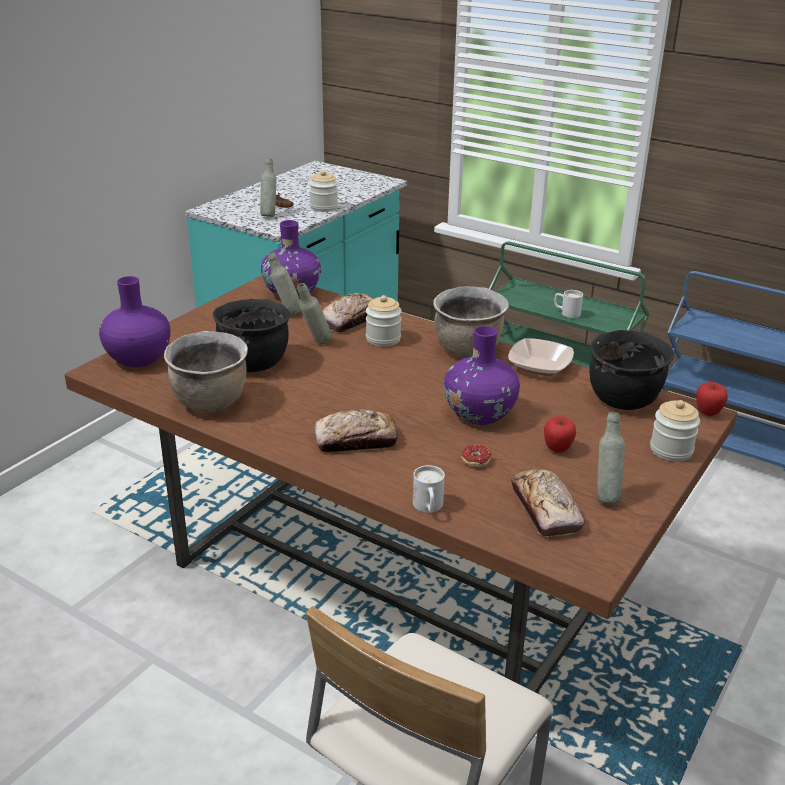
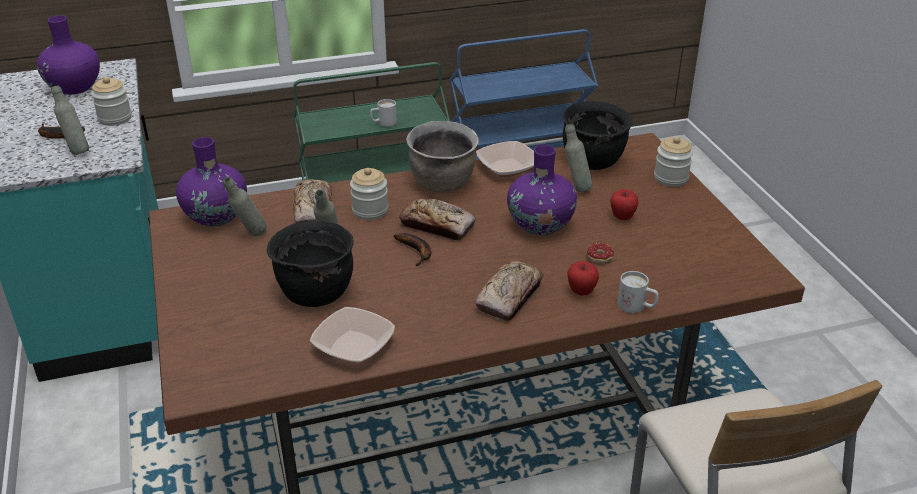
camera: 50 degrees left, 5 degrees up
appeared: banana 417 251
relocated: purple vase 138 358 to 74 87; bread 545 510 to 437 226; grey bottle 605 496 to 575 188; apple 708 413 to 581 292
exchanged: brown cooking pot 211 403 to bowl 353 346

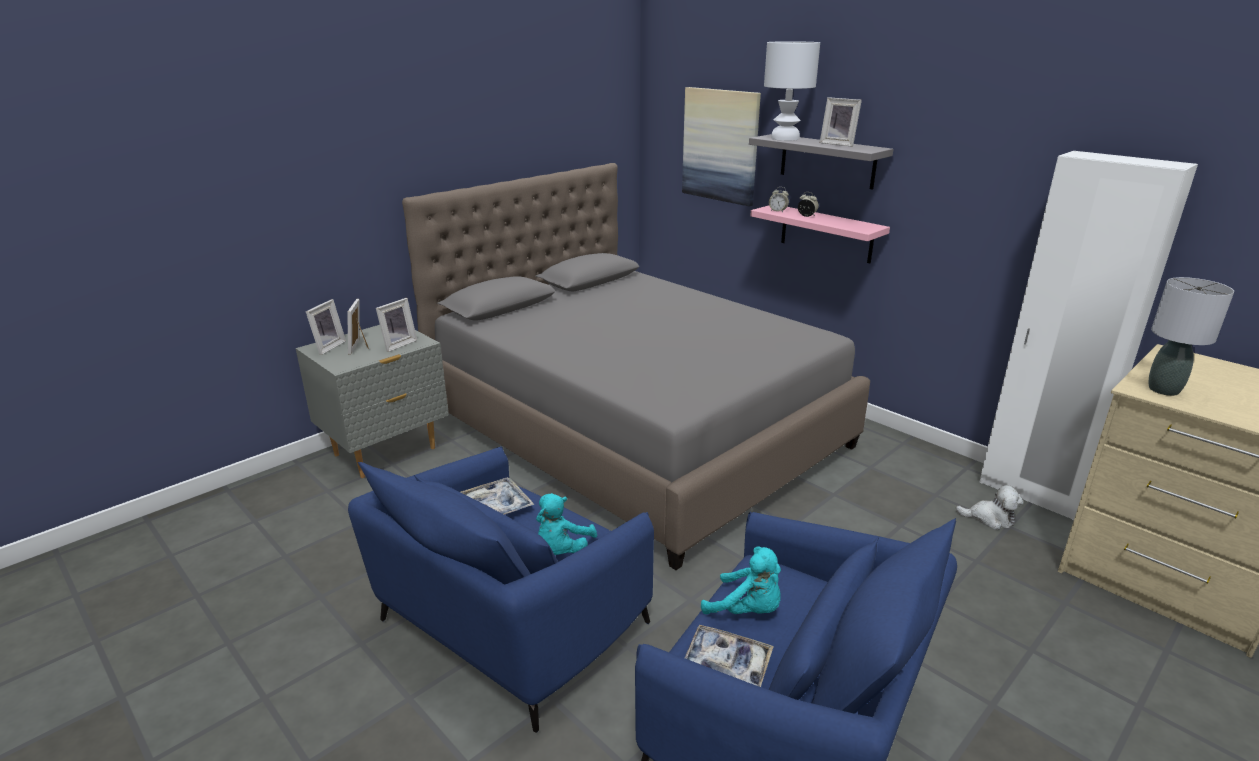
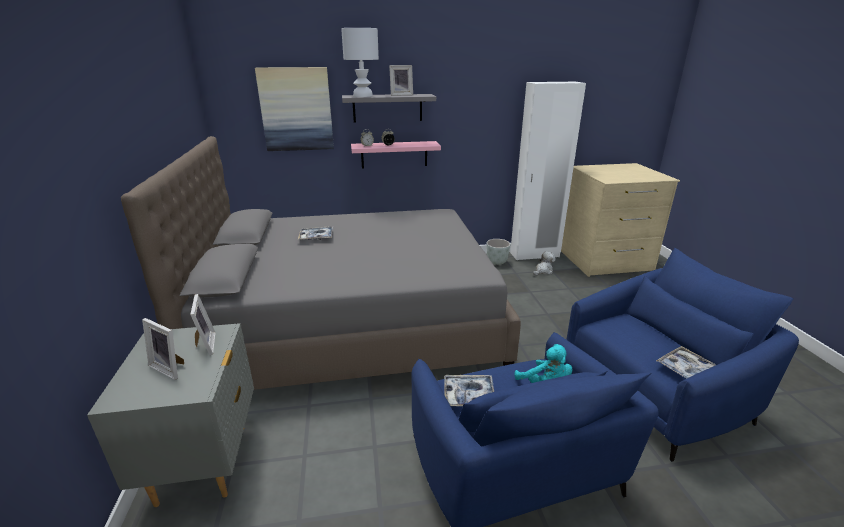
camera: 55 degrees left, 0 degrees up
missing: picture frame 327 347; turquoise plush toy 747 610; grey table lamp 1164 390
appeared: tray 316 237; grey planter 496 262

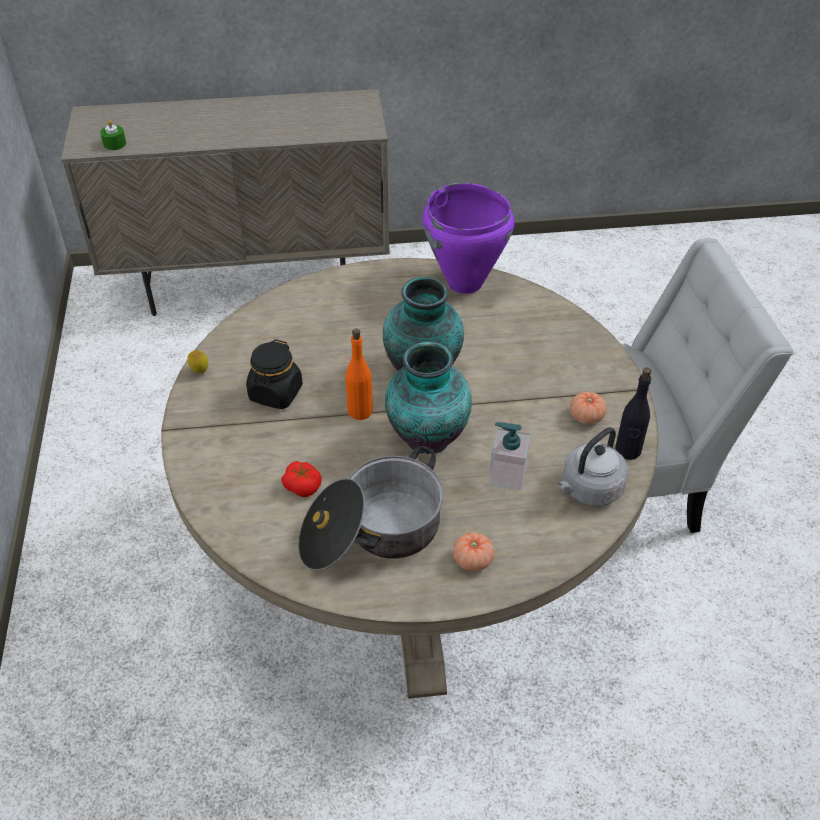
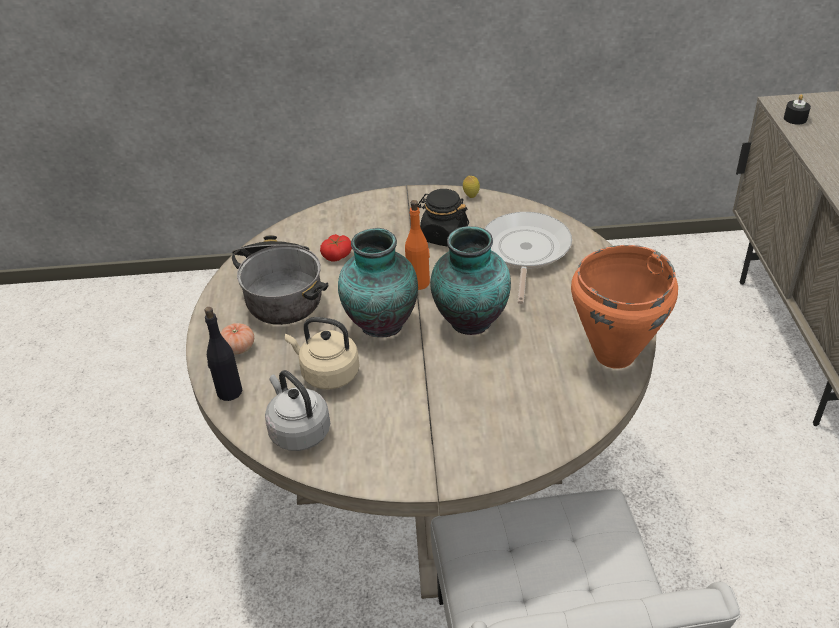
camera: 95 degrees right, 5 degrees down
missing: tomato 586 417
appeared: frying pan 525 251
relocated: black bottle 628 450 to 229 391
exchanged: soap dispenser 507 475 to beige kettle 327 374
colour: green candle 114 144 to black candle 795 118; purple cooking pot 465 283 to orange cooking pot 613 354

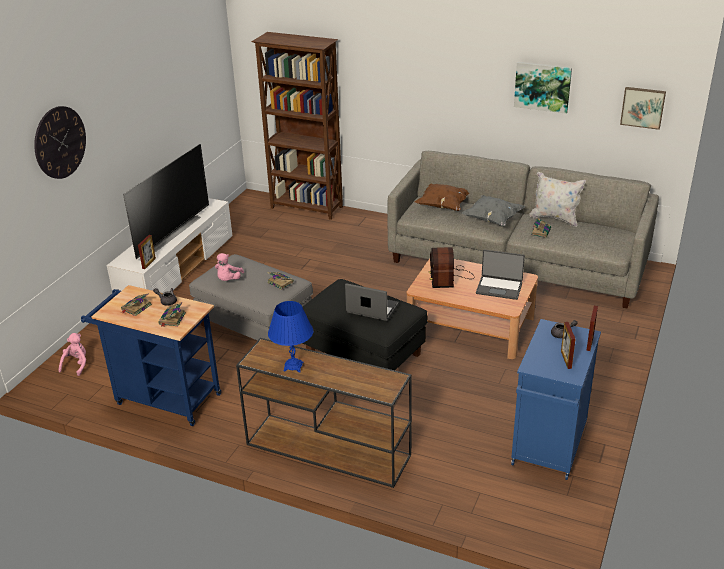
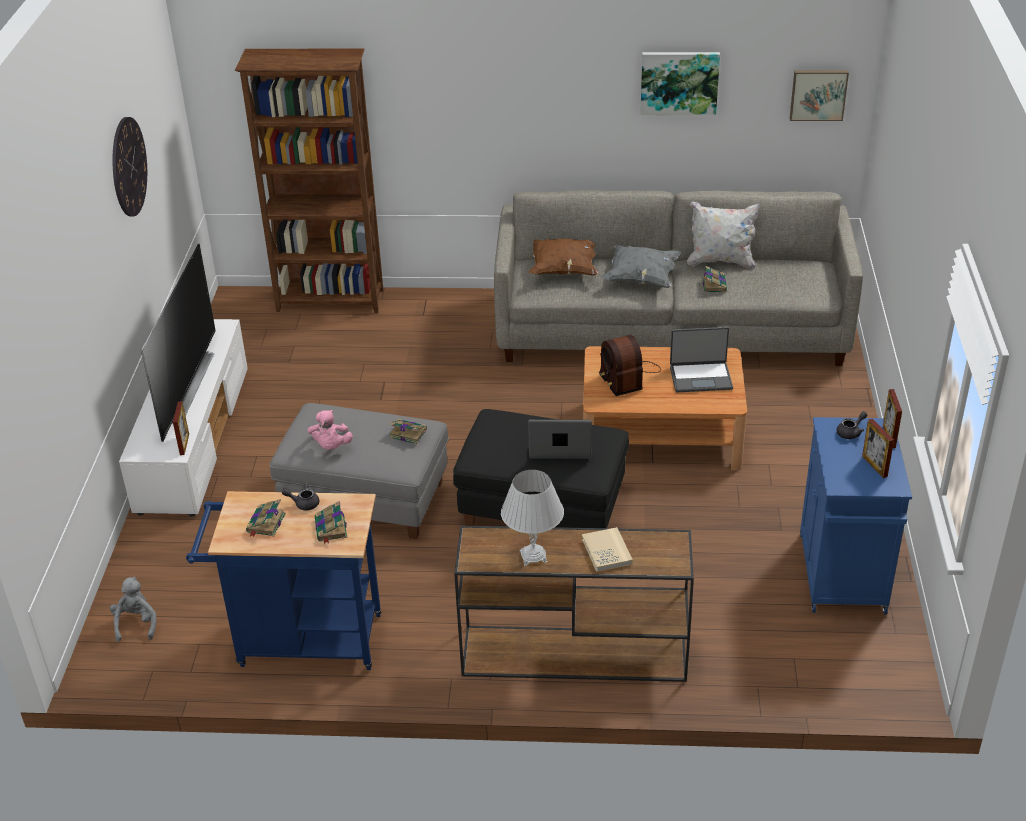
camera: 20 degrees left, 5 degrees up
appeared: beige book 606 551
relocated: wall clock 60 142 to 128 167
colour: pink plush toy 76 365 to grey plush toy 136 624; blue table lamp 293 366 to white table lamp 533 556

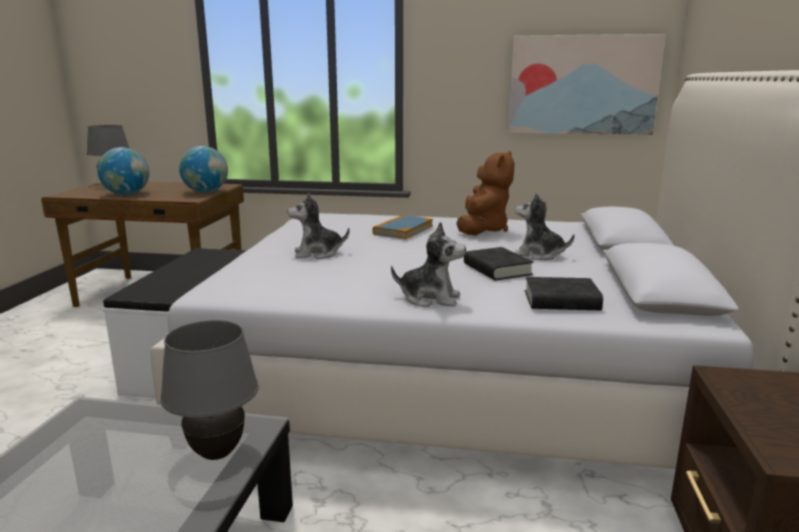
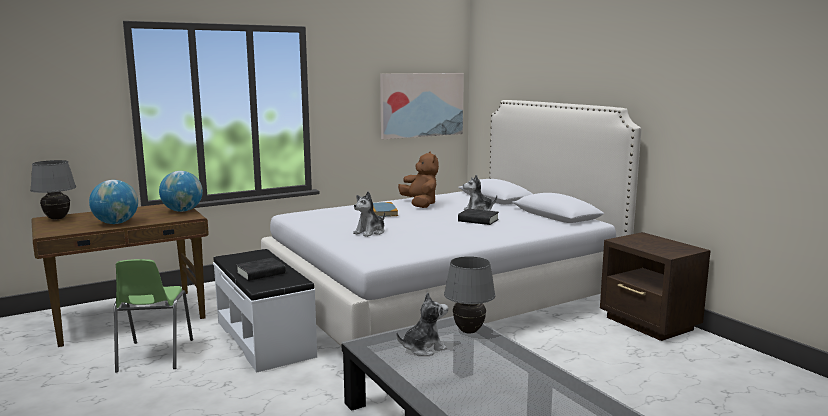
camera: 40 degrees left, 5 degrees down
appeared: green chair 154 356
relocated: plush toy 430 298 to 423 348; black book 561 301 to 261 273

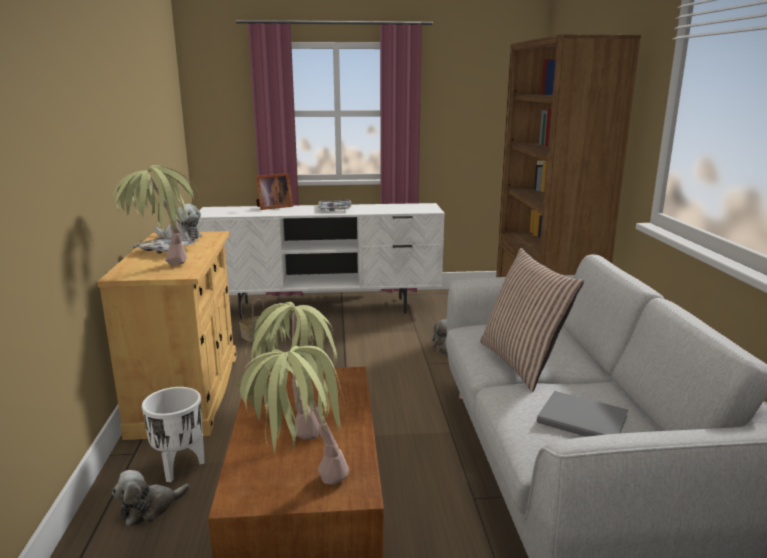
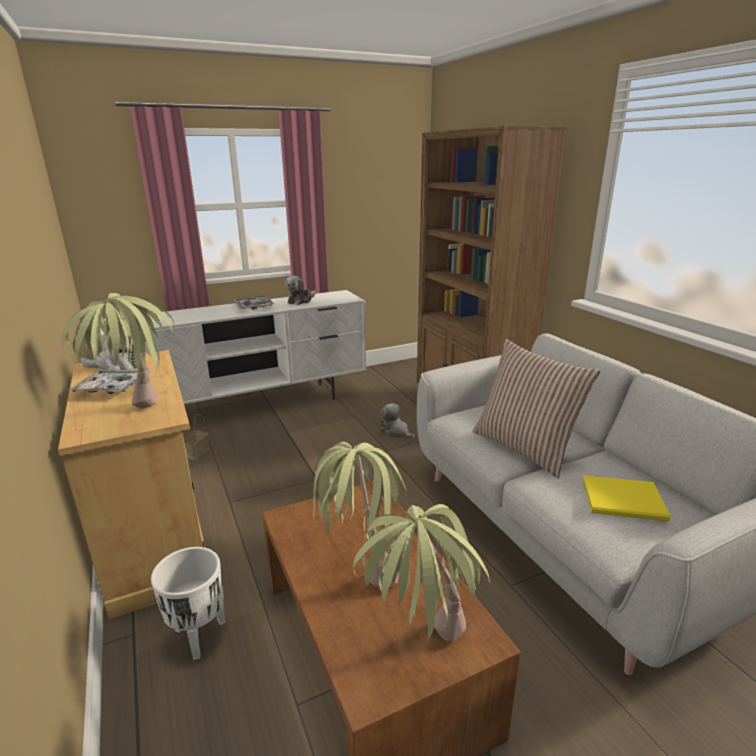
camera: 20 degrees left, 5 degrees up
missing: picture frame 273 207
relocated: plush toy 150 508 to 300 301
colour: grey book 584 421 to yellow book 625 501

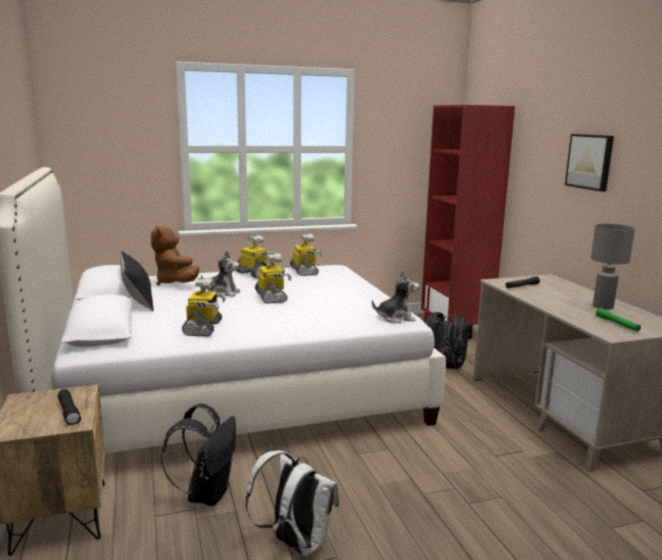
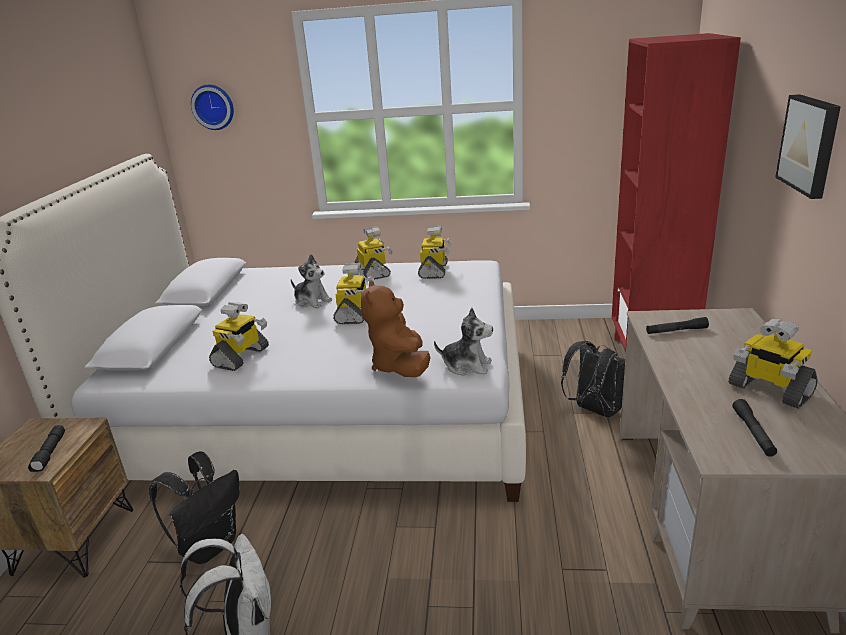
camera: 25 degrees right, 10 degrees up
missing: black pillow 137 298
appeared: wall clock 213 107
relocated: brown plush toy 175 283 to 400 366
exchanged: grey table lamp 603 306 to toy robot 769 390
colour: green flashlight 617 324 to black flashlight 753 433

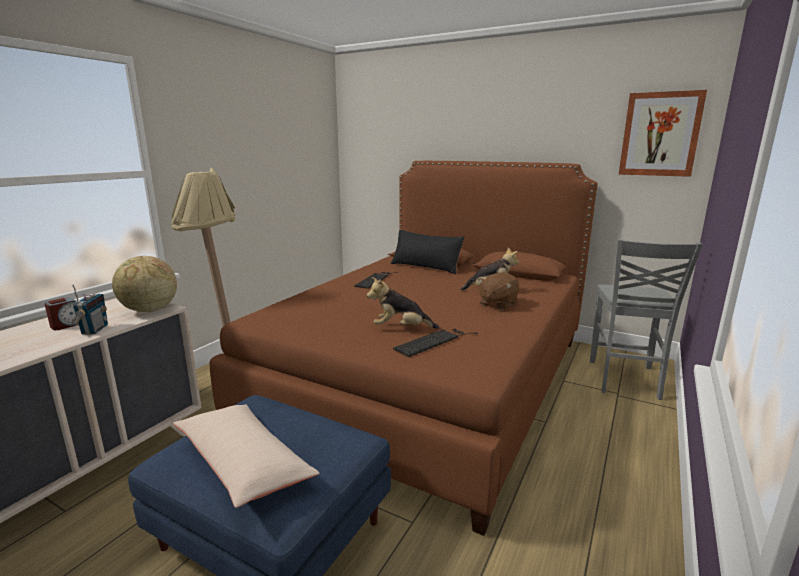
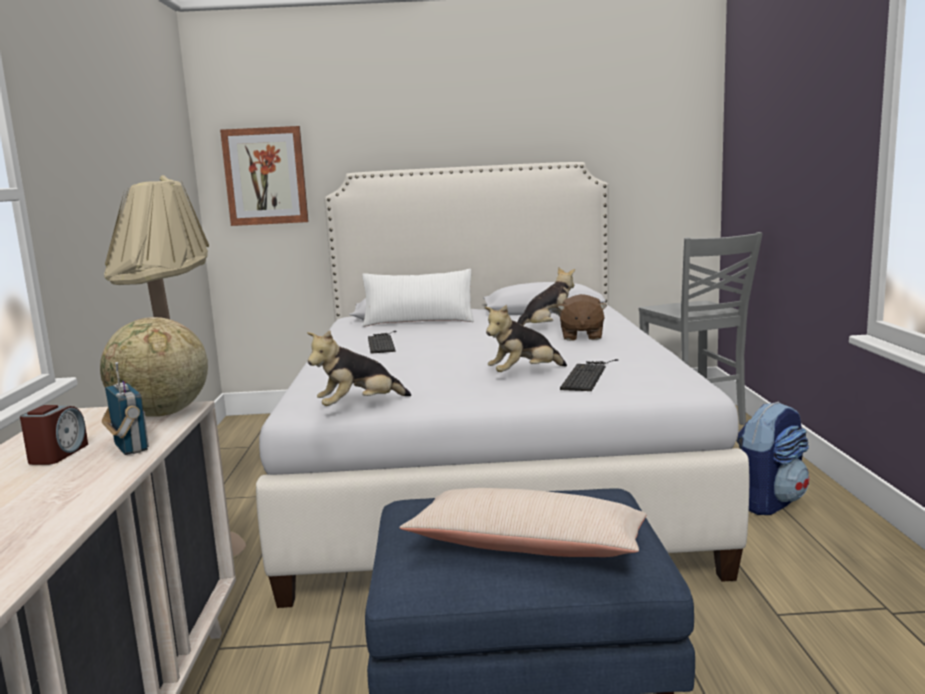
camera: 30 degrees left, 5 degrees down
appeared: plush toy 359 407; backpack 769 502
relocated: picture 660 134 to 265 176
colour: brown bed 428 378 to white bed 486 472; black pillow 426 267 to white pillow 419 322

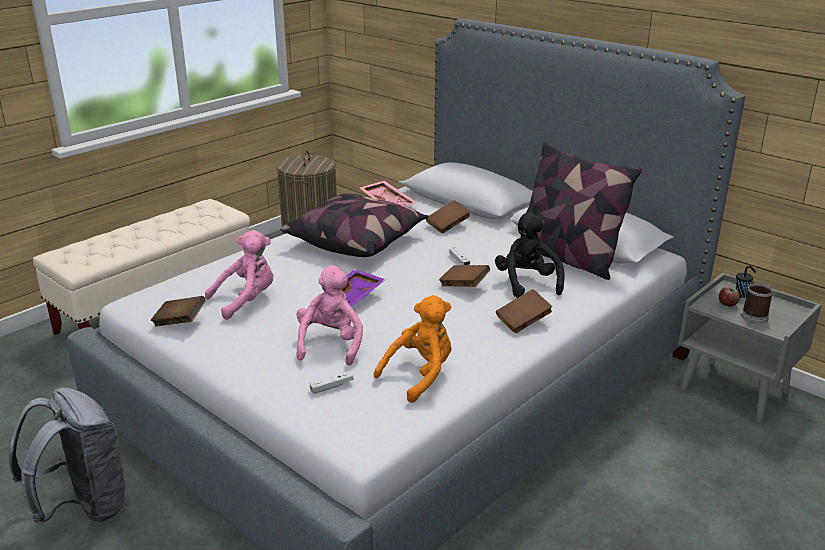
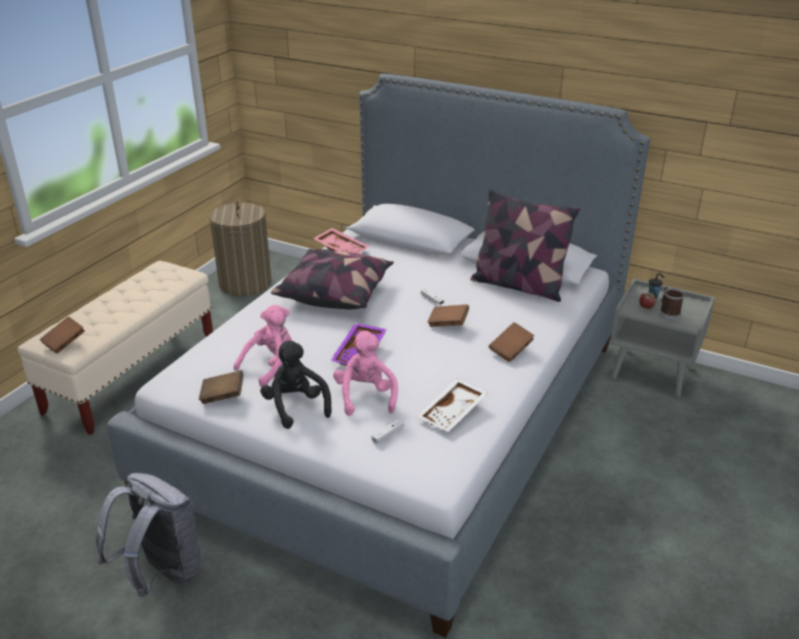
camera: 15 degrees left, 5 degrees up
relocated: brown book 448 226 to 64 343; black plush toy 527 283 to 296 406
exchanged: orange plush toy 420 375 to white tray 453 412

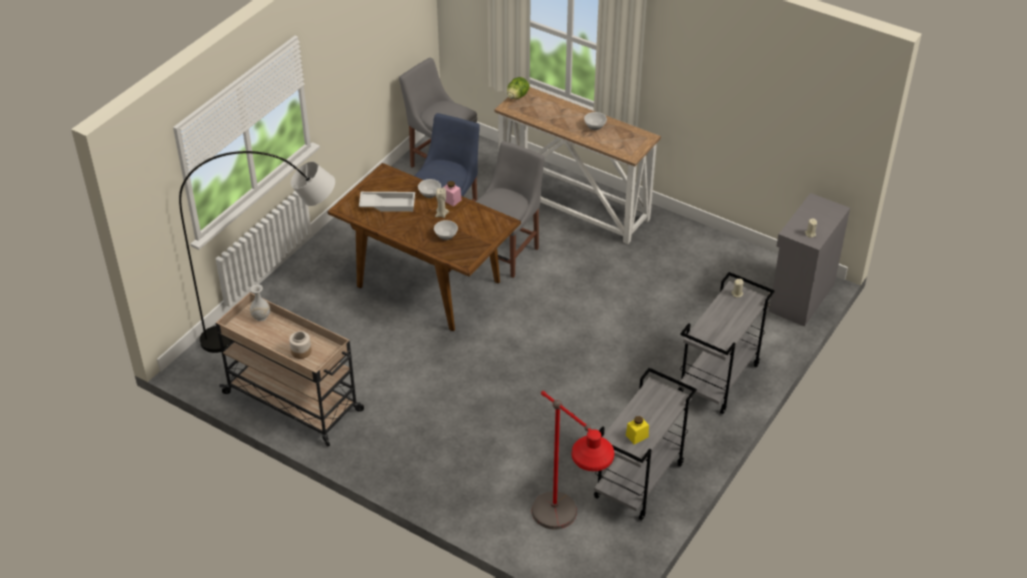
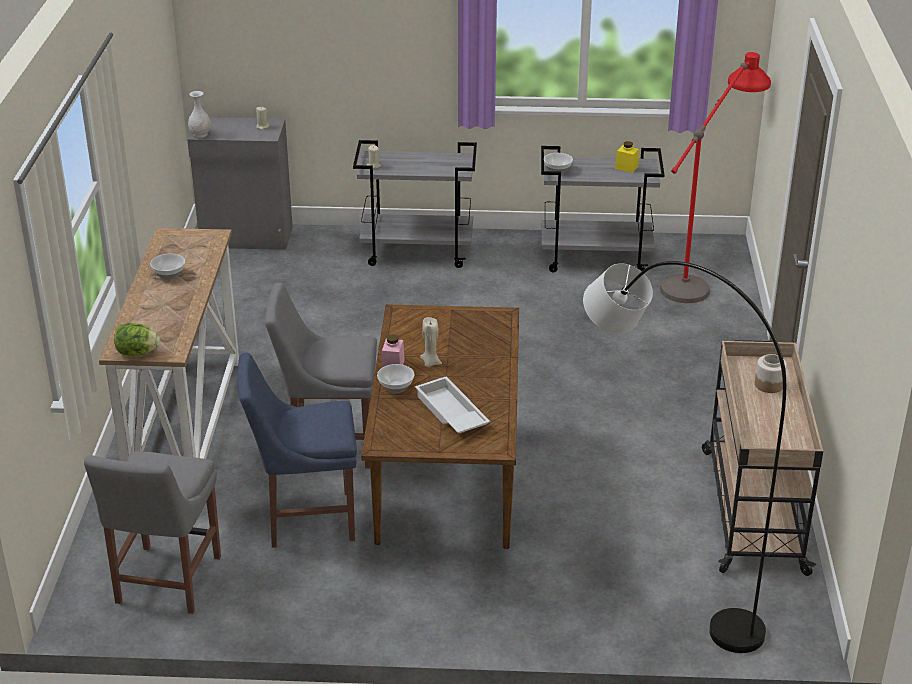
camera: 120 degrees left, 10 degrees down
relocated: white vase 261 317 to 200 134; bowl 446 235 to 557 169

